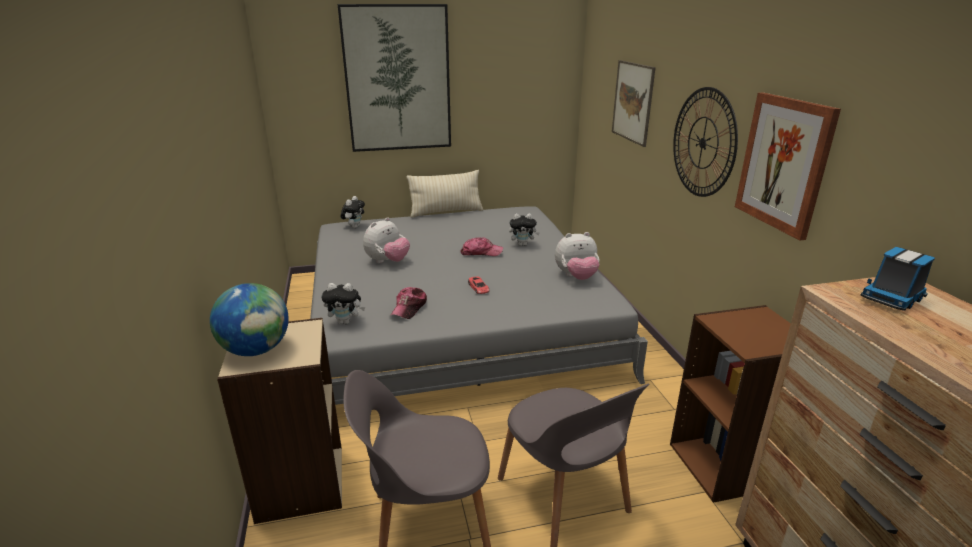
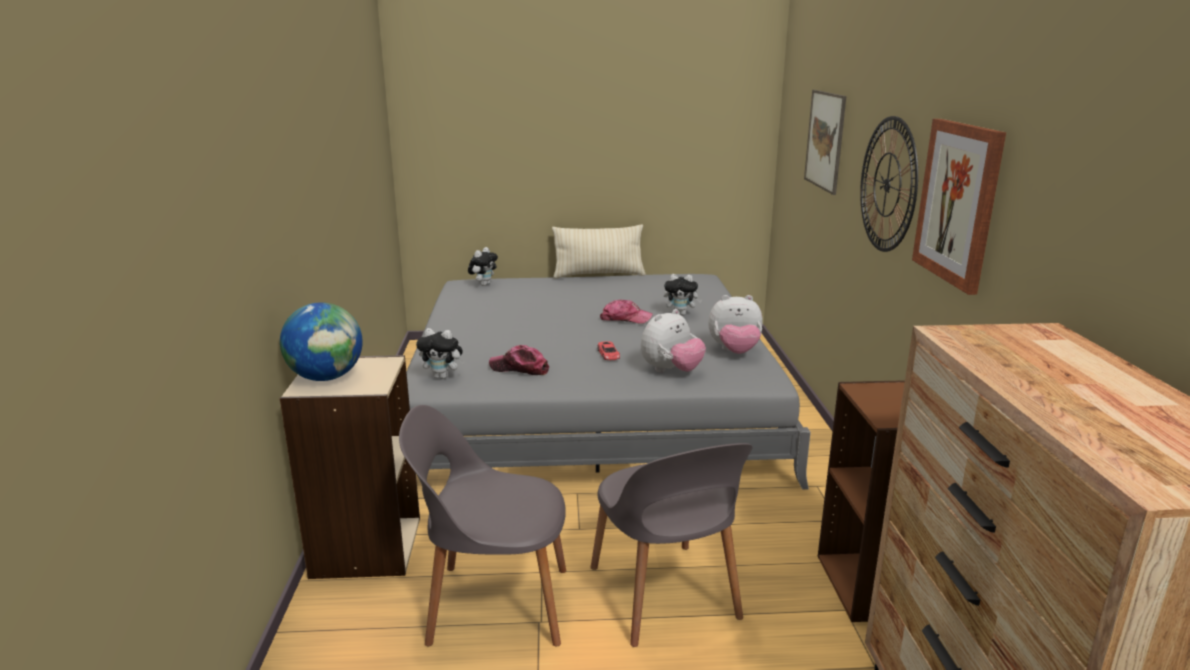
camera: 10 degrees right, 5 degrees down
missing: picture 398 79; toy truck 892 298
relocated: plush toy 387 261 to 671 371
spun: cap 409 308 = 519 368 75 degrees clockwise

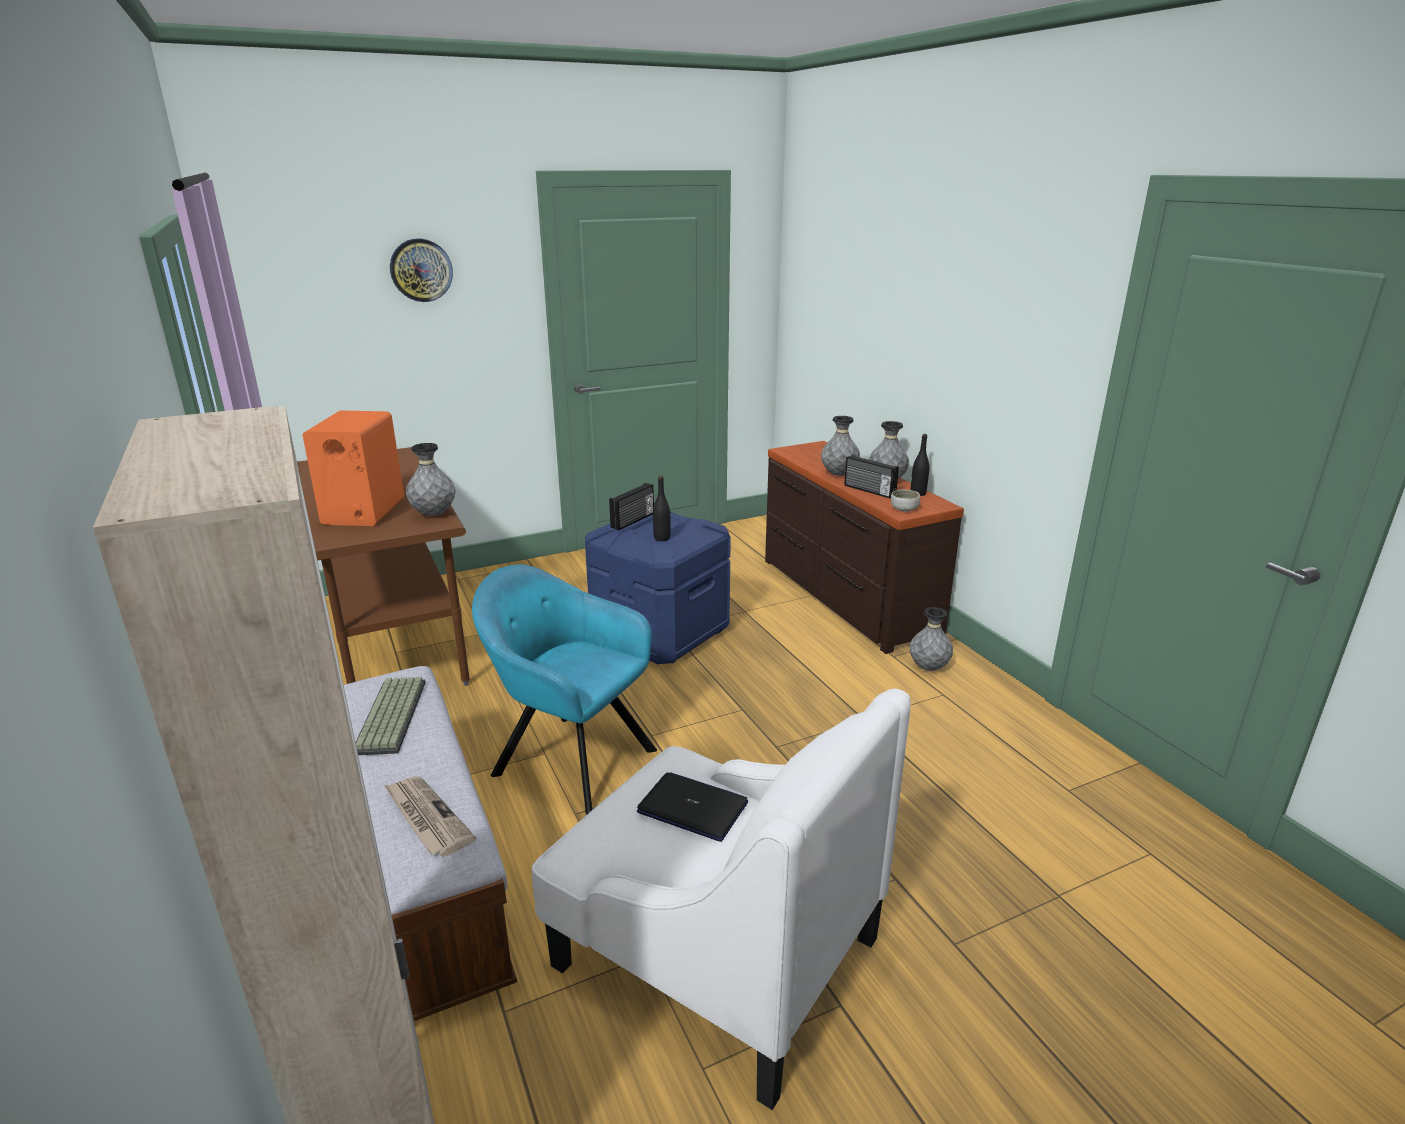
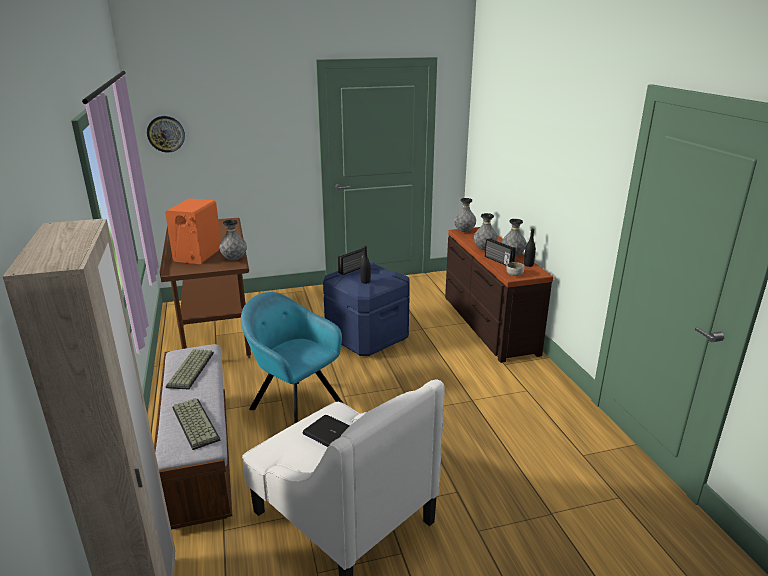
camera: 10 degrees right, 0 degrees up
relocated: wall clock 421 270 to 166 134; grey vase 928 668 to 464 231
exchanged: newspaper 426 818 to keyboard 194 423

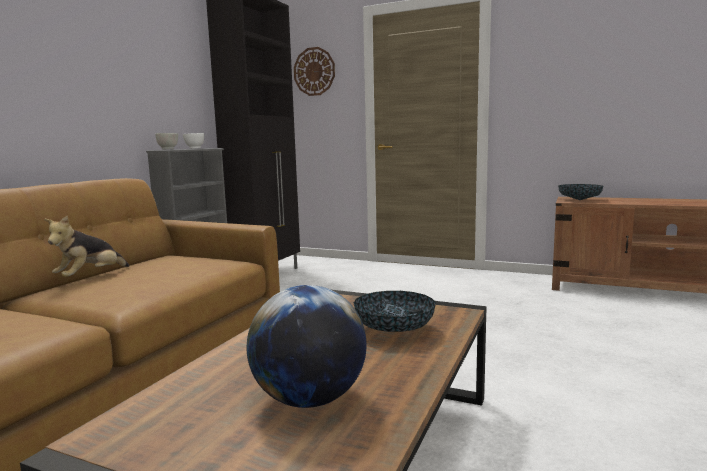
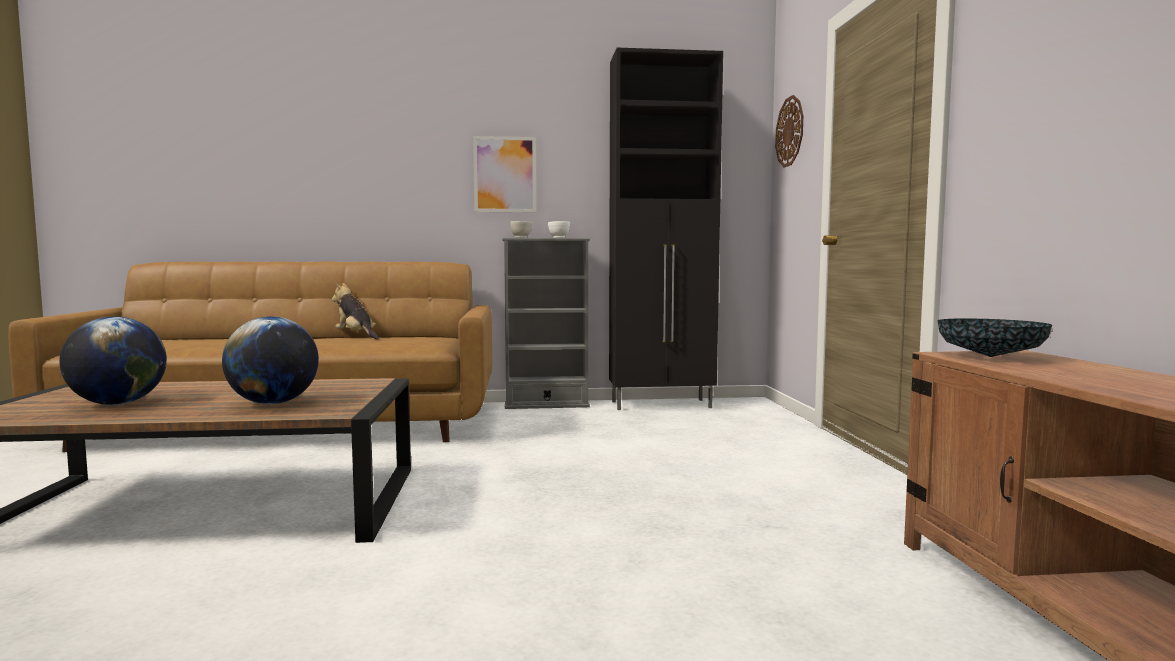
camera: 60 degrees right, 5 degrees down
appeared: picture 505 174
exchanged: bowl 394 330 to globe 273 403
spun: plush toy 90 277 = 356 336 45 degrees clockwise

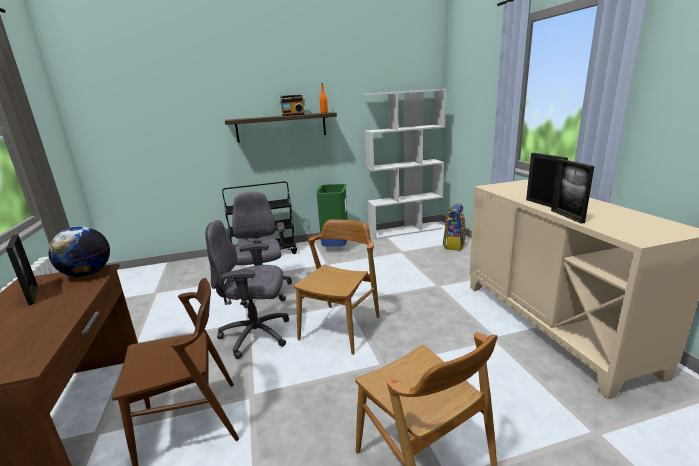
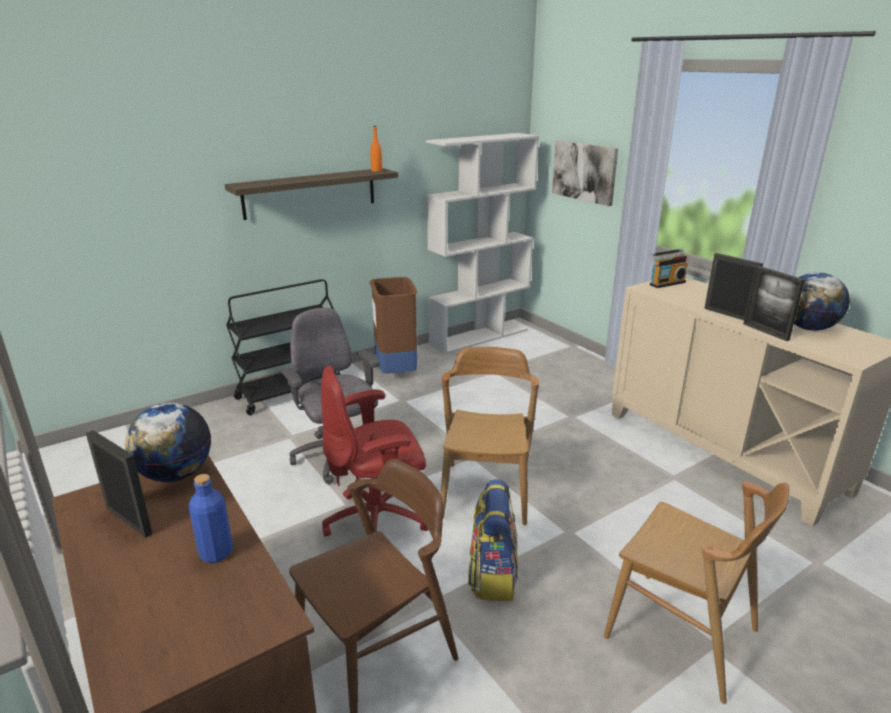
camera: 20 degrees left, 5 degrees up
appeared: blue bottle 216 553; picture 584 172; globe 808 328
relocated: radio 293 115 to 666 283; backpack 454 245 to 492 576
colour: grey office chair 257 335 to red office chair 378 521; green trash can 335 247 to brown trash can 395 372

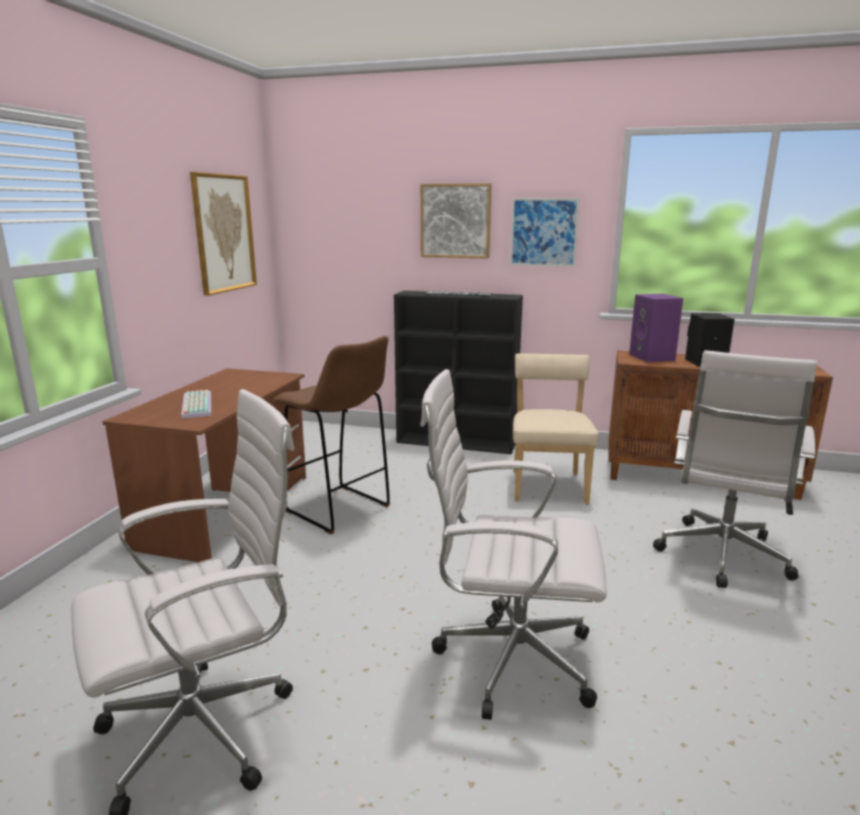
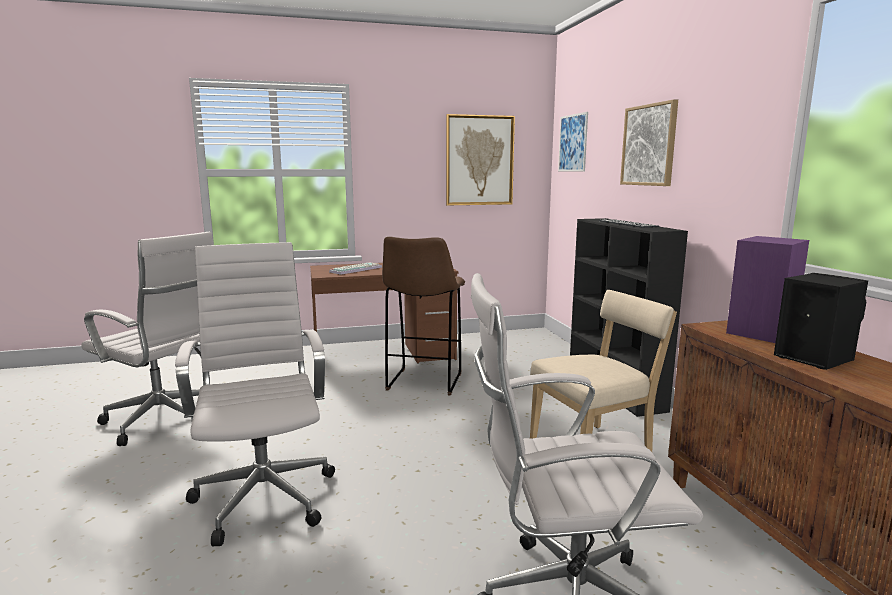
camera: 60 degrees right, 5 degrees down
relocated: picture 543 232 to 573 143

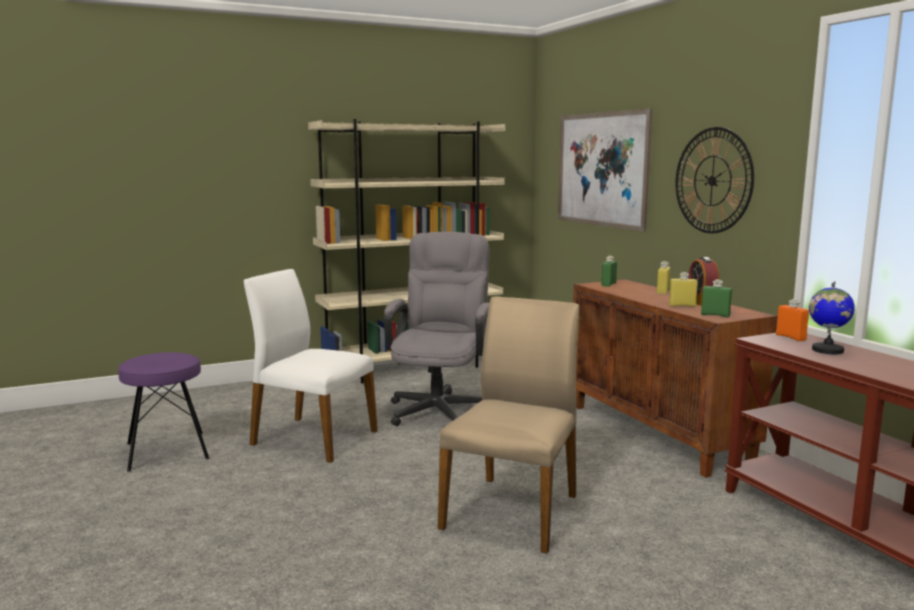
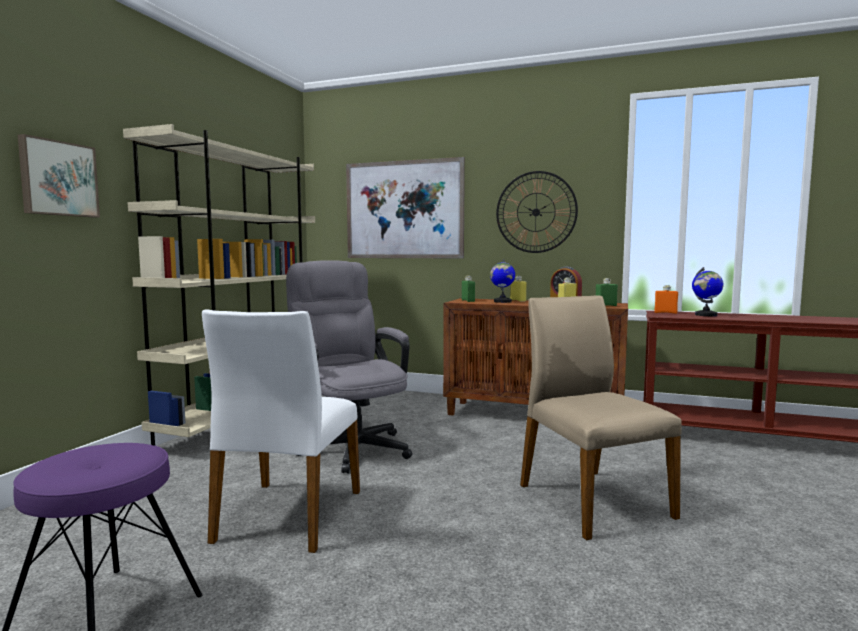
camera: 45 degrees left, 5 degrees down
appeared: picture 58 179; globe 502 301
spun: white chair 312 438 = 287 515 60 degrees counterclockwise

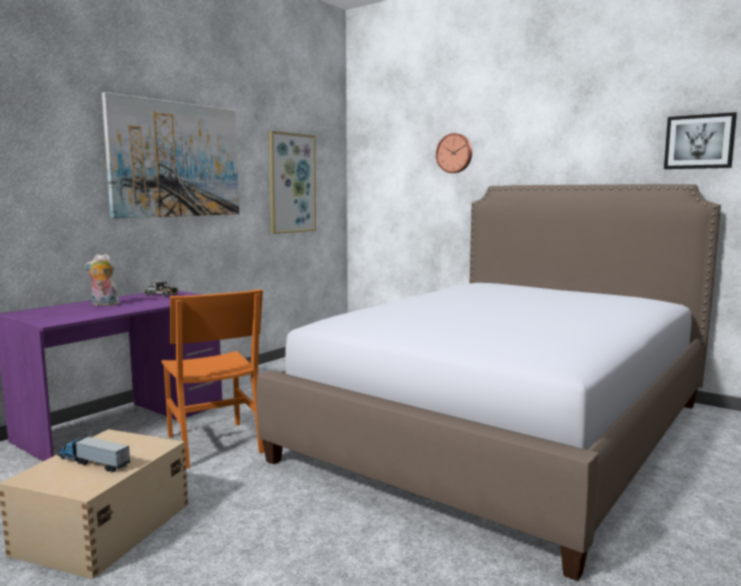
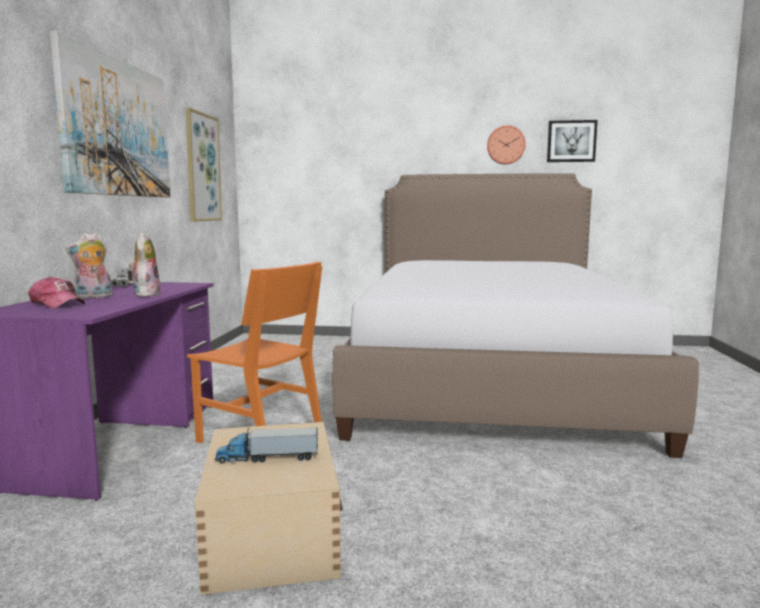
camera: 30 degrees left, 0 degrees up
appeared: cap 57 304; plush toy 146 294
relocated: wall clock 455 153 to 505 145

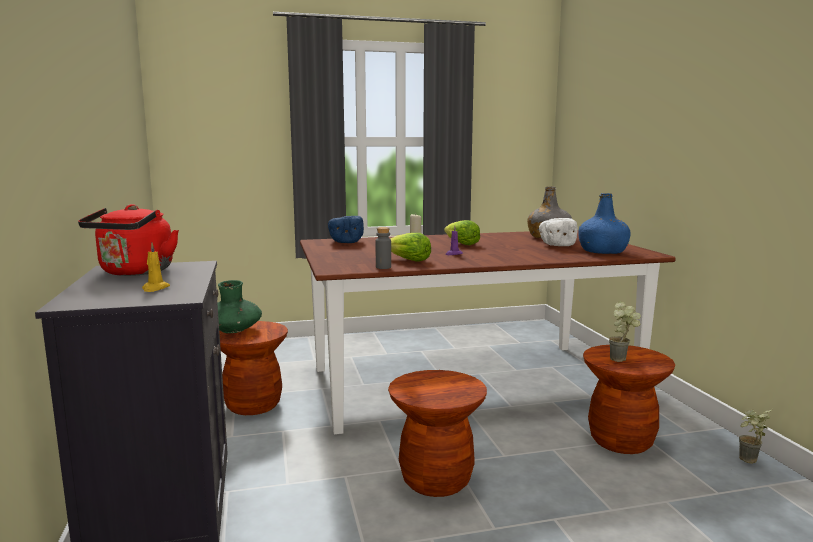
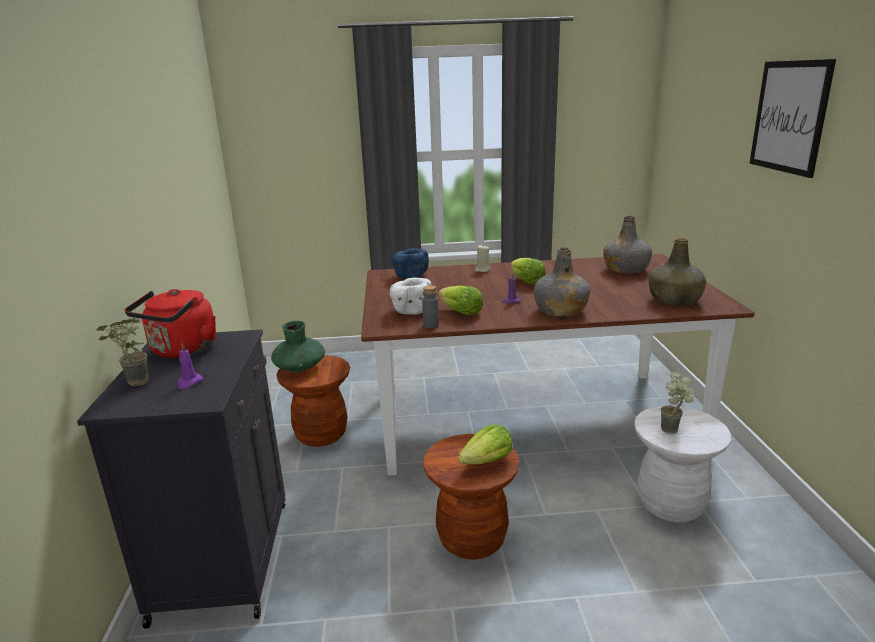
camera: 10 degrees right, 10 degrees up
appeared: lettuce 487 461; grey bottle 560 311; picture 789 117
relocated: white bowl 557 245 to 410 310; potted plant 748 462 to 133 384
colour: yellow candle 155 288 to purple candle 189 383; blue bottle 603 251 to green bottle 675 300; brown stool 621 441 to white stool 671 504

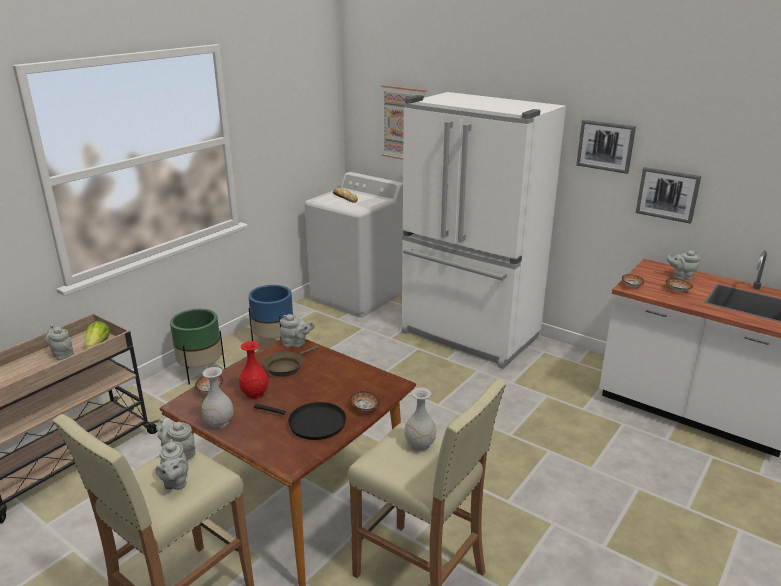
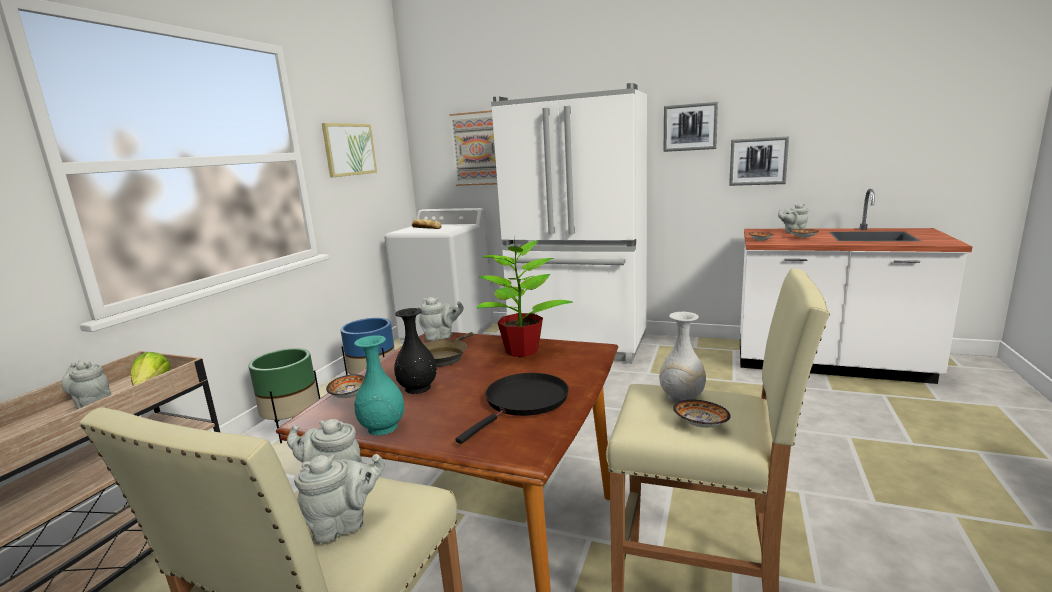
camera: 15 degrees left, 10 degrees down
appeared: picture 349 149; potted plant 523 350
relocated: bowl 365 407 to 700 424
colour: white vase 219 422 to turquoise vase 382 427; red vase 254 393 to black vase 417 388
spun: grey teapot 175 483 = 344 524 90 degrees counterclockwise; black frying pan 312 423 = 524 402 60 degrees counterclockwise

